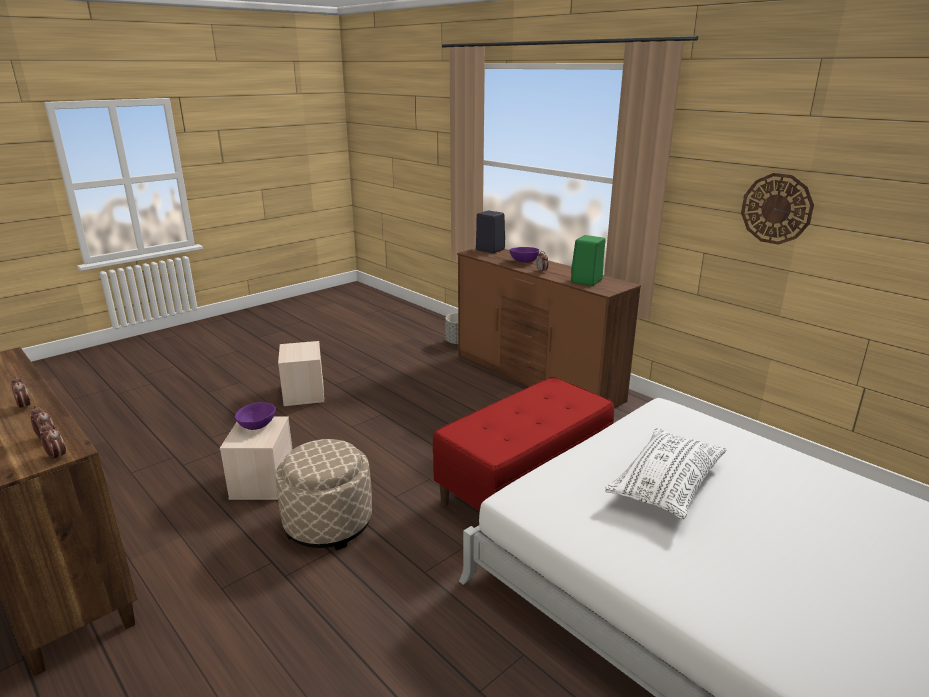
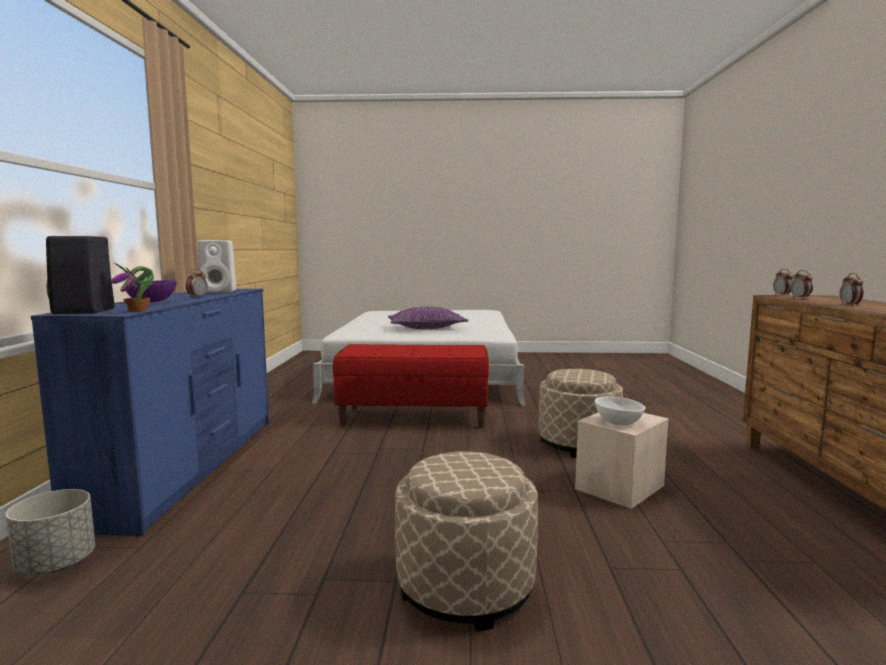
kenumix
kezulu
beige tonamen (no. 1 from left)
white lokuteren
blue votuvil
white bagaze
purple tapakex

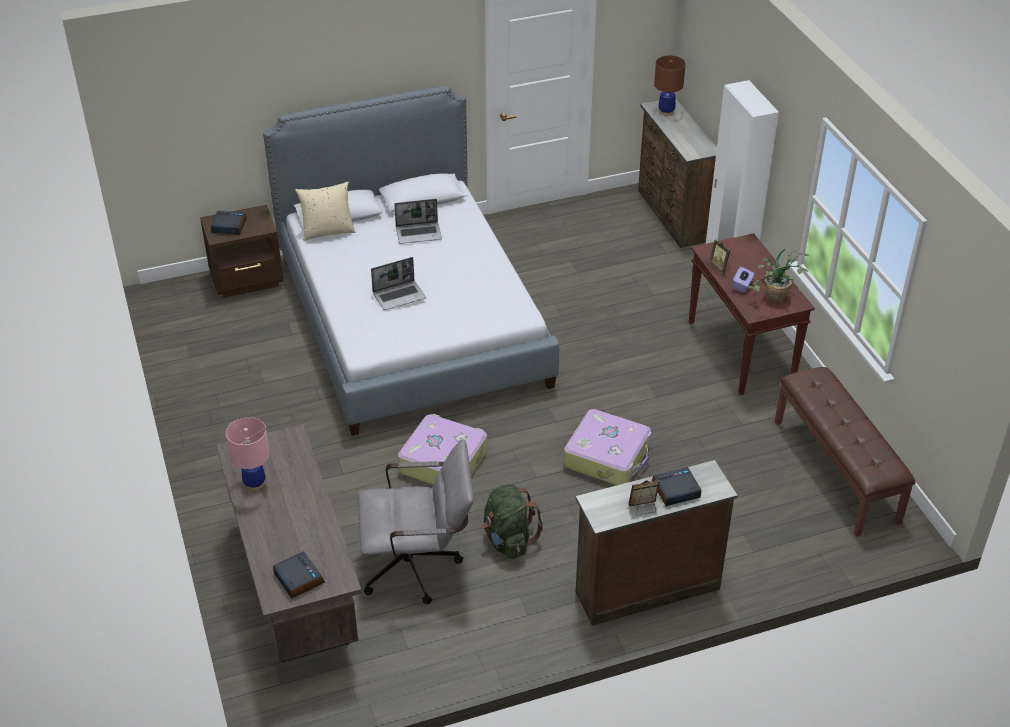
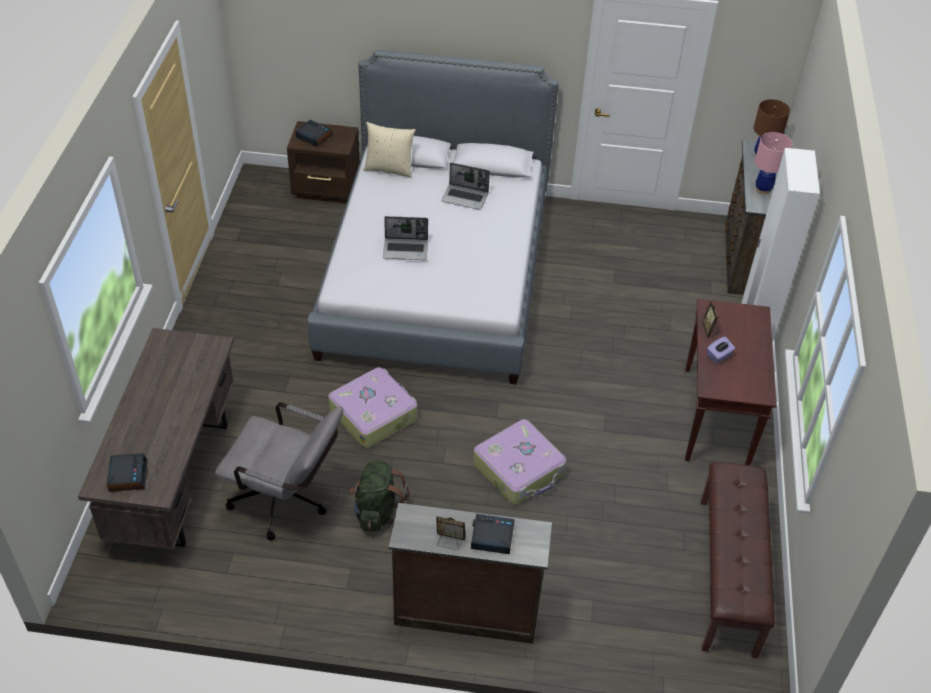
kezulu
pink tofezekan

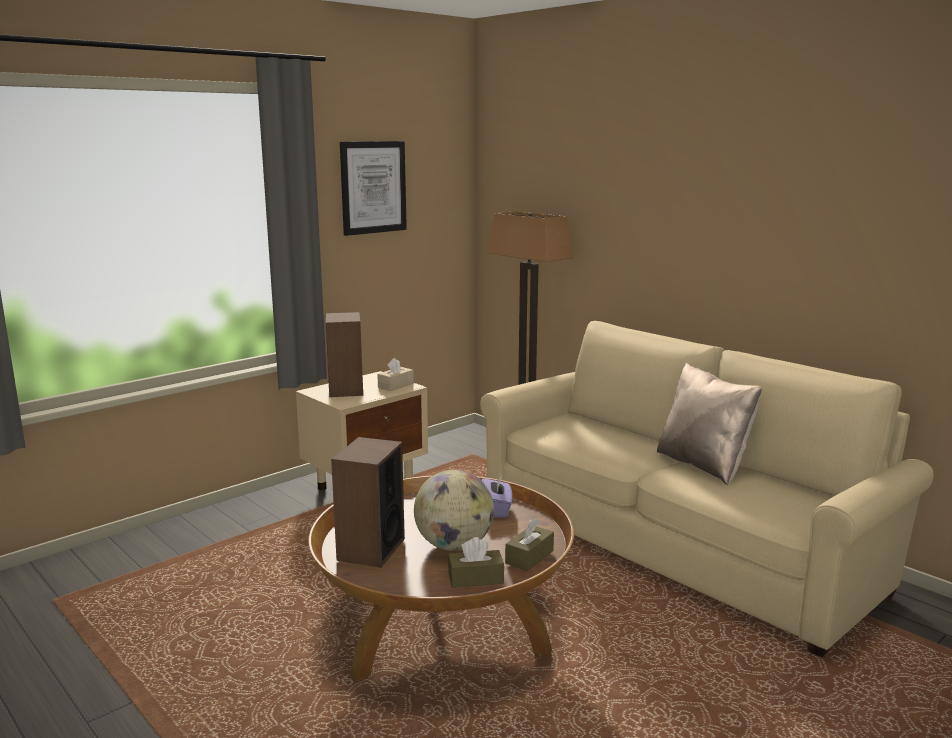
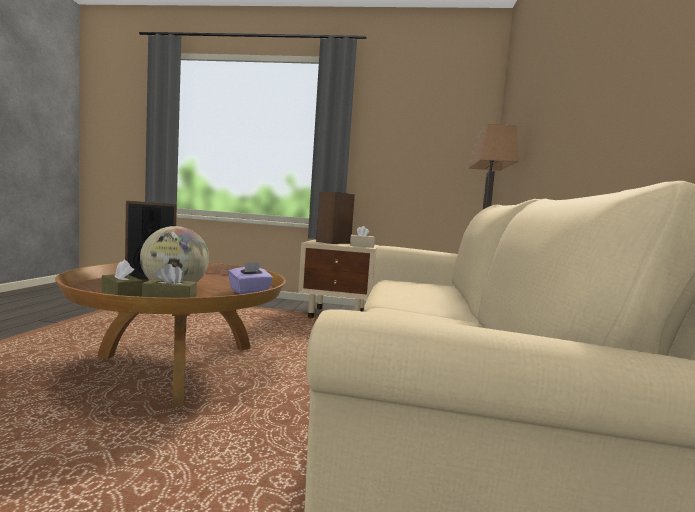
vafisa
beige tapakex

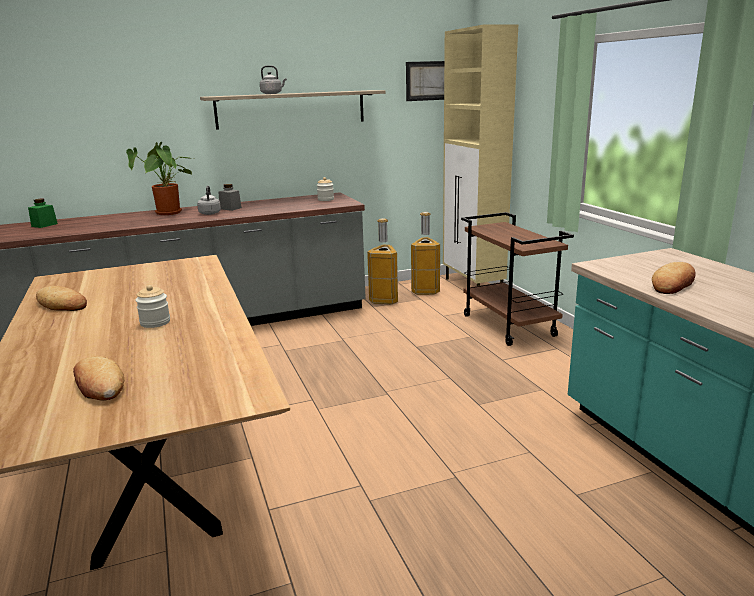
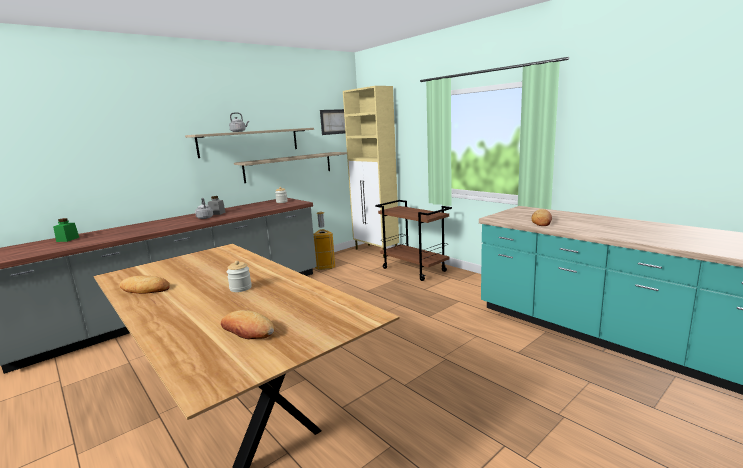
kezulu
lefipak (no. 2 from left in the first image)
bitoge (no. 2 from left)

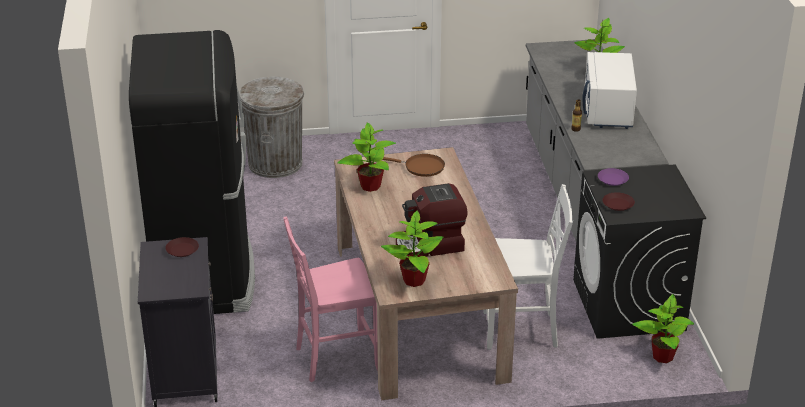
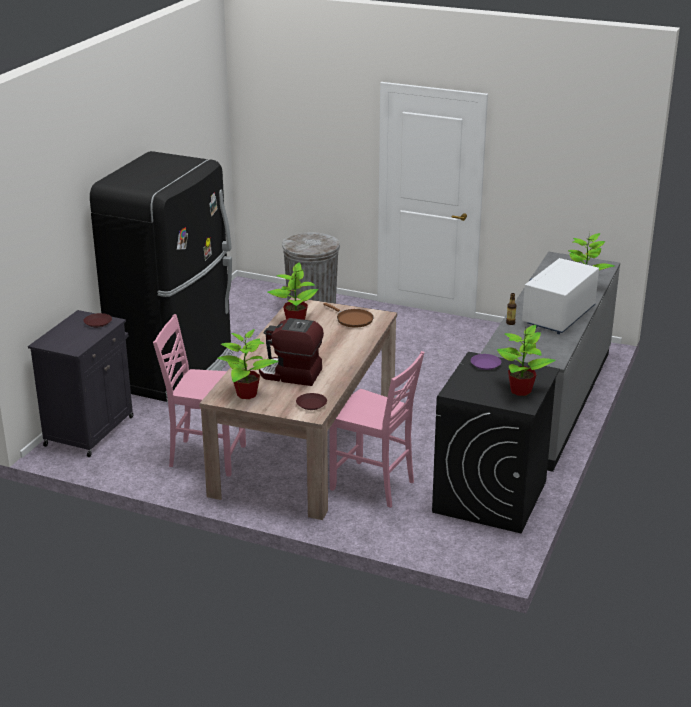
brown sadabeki (no. 2 from left)
kezulu (no. 3 from left)
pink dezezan (no. 2 from left)

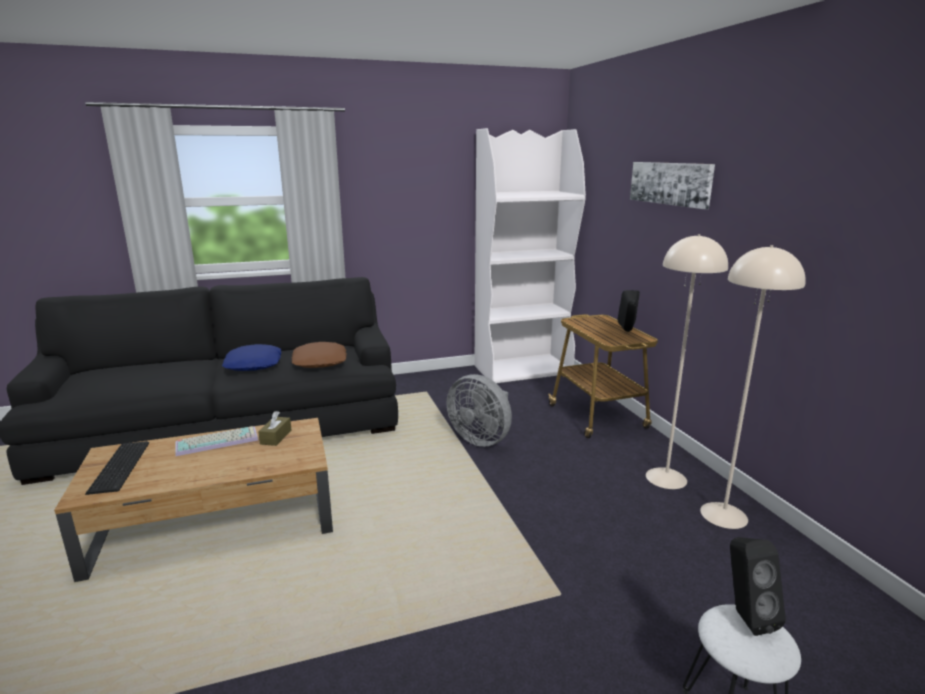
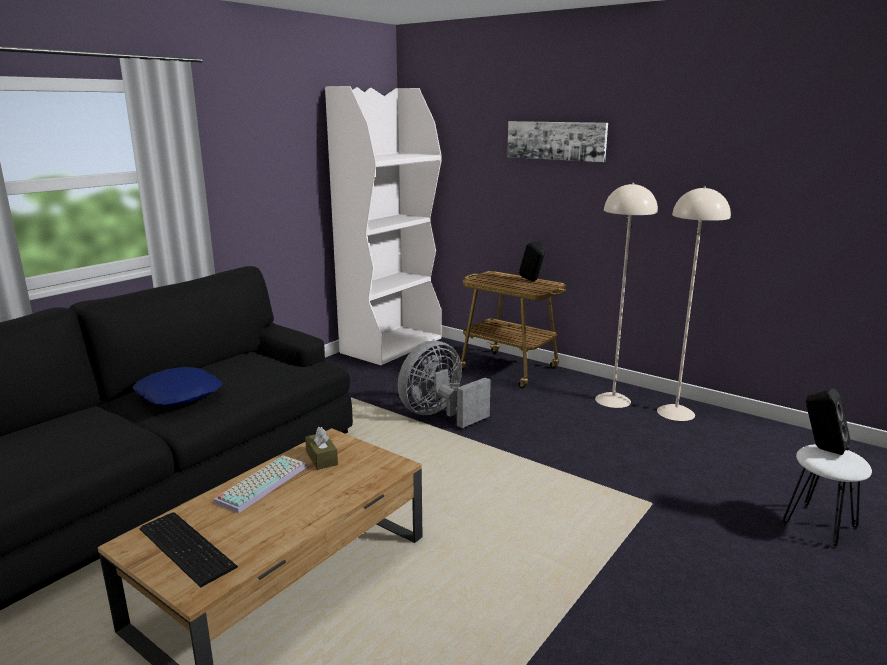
brown tapakex
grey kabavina

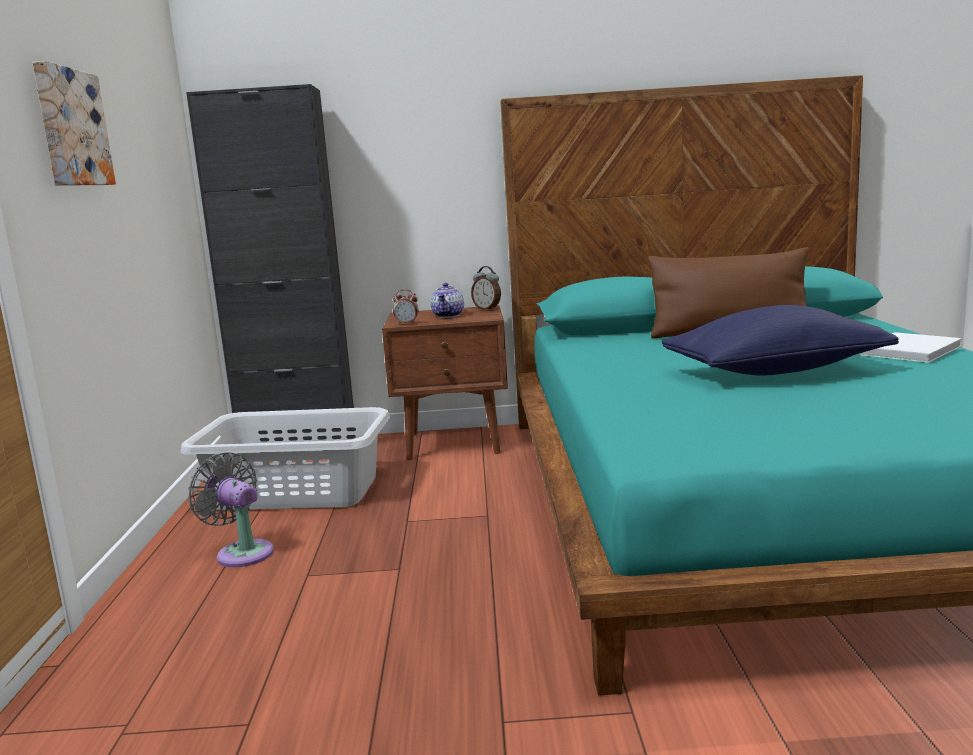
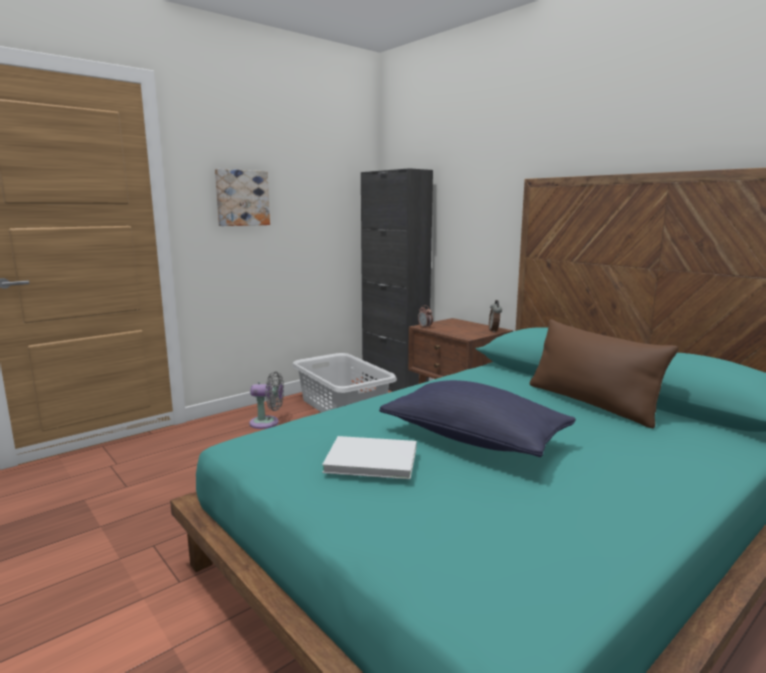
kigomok
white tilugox
grey kabavina

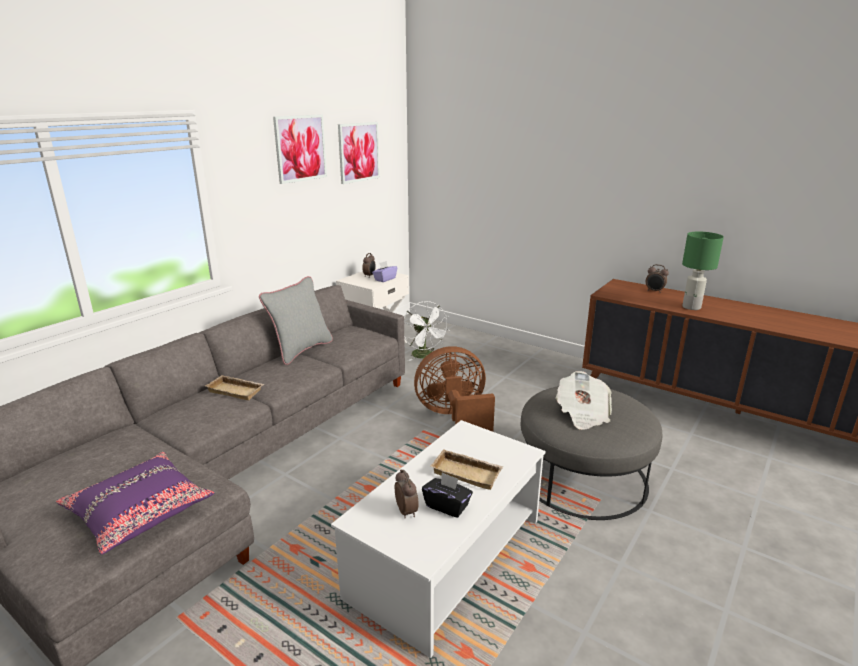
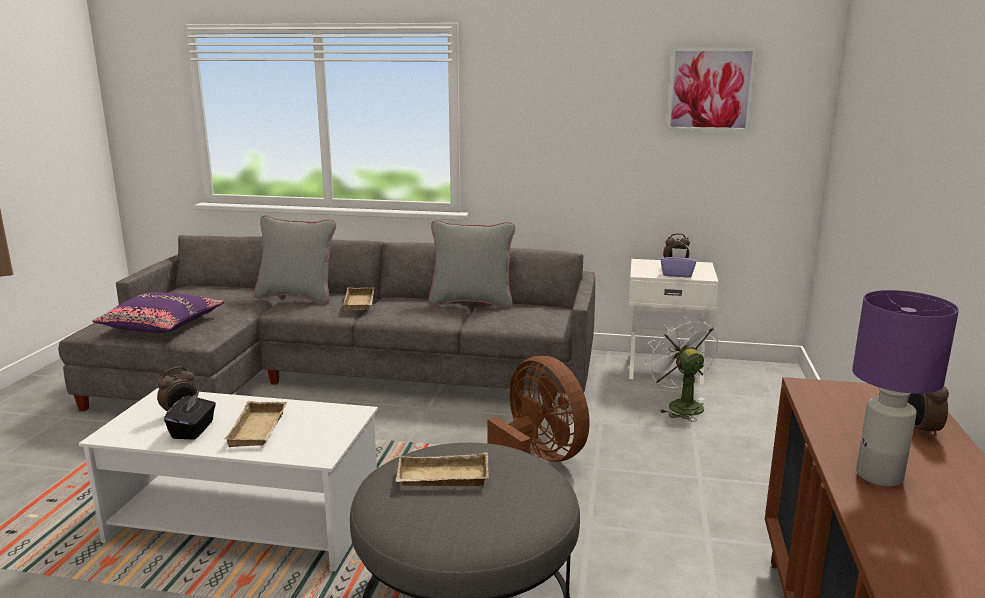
vafisa (no. 1 from left in the first image)
grey tapakex (no. 1 from left)
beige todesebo (no. 3 from left)
purple tofezekan
white kabavina

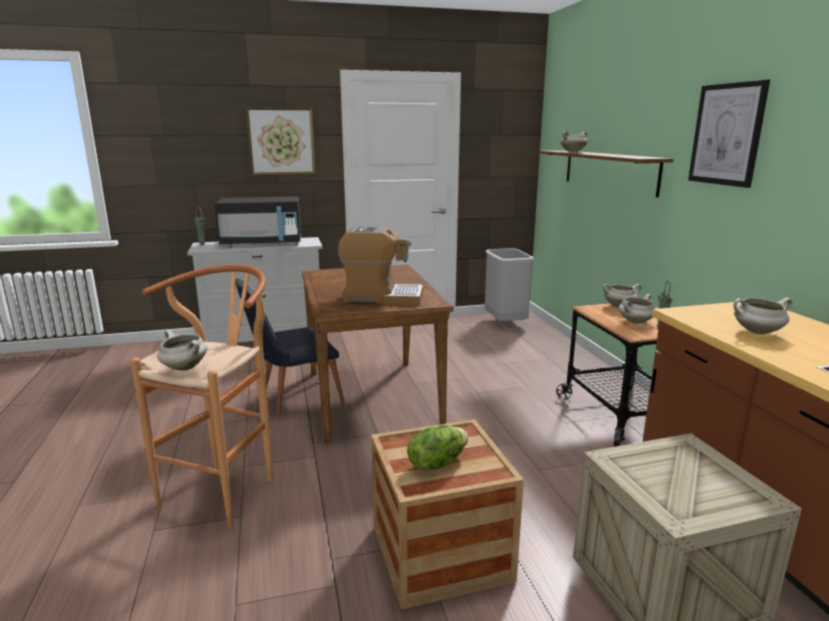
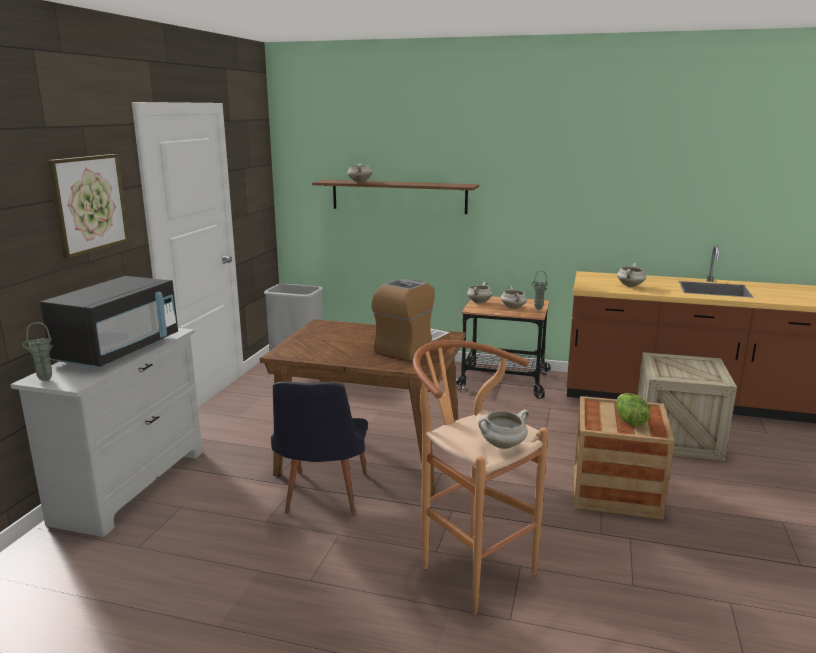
vafisa (no. 2 from left in the first image)

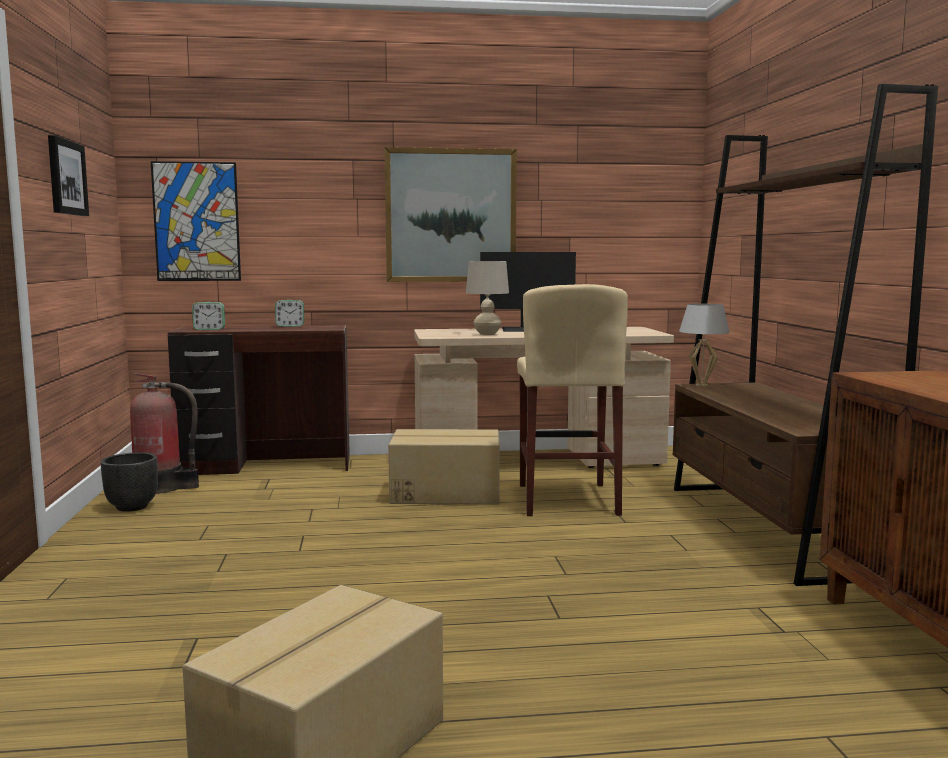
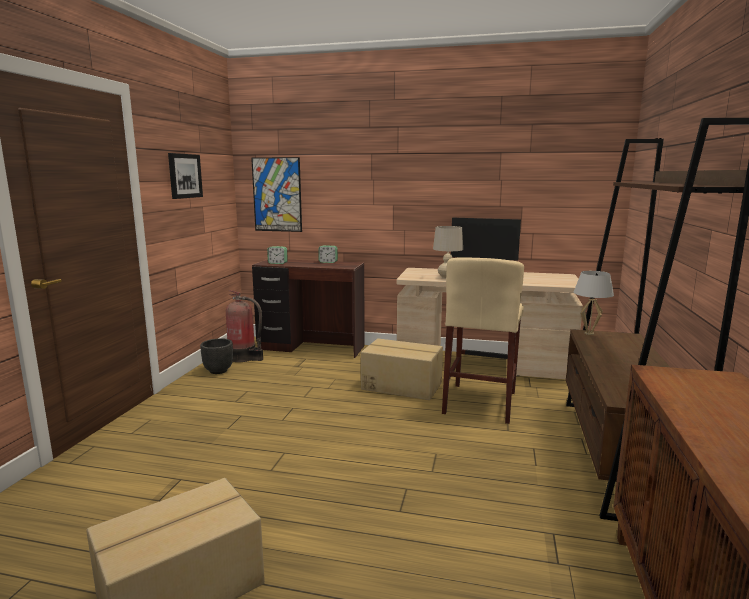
vafisa (no. 3 from left in the first image)

